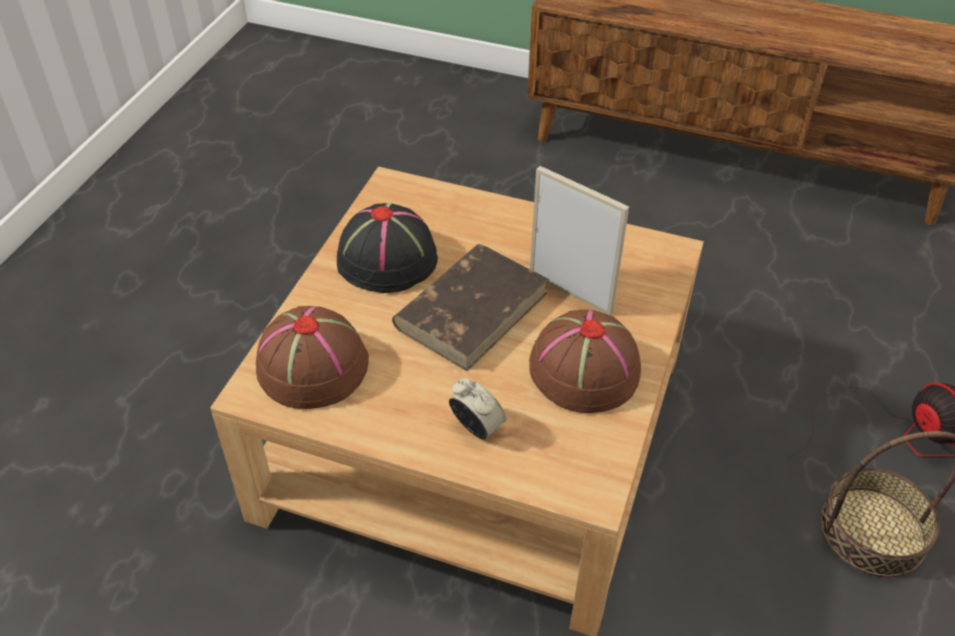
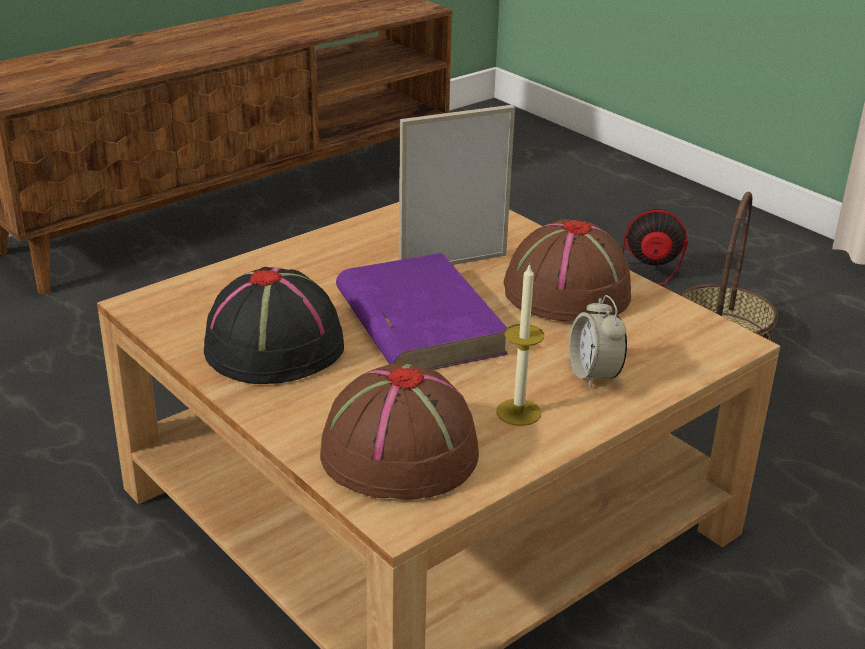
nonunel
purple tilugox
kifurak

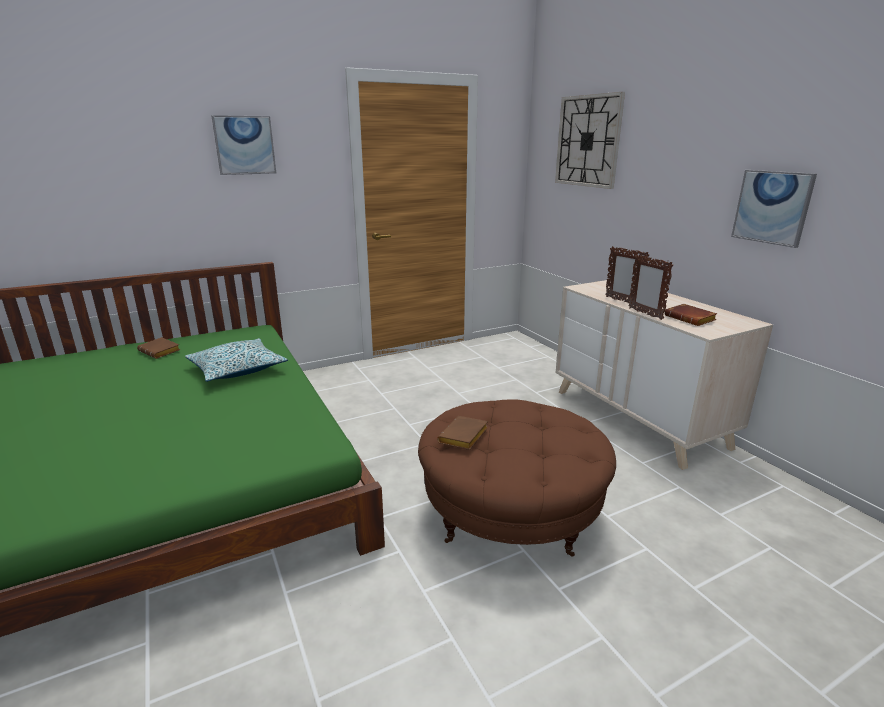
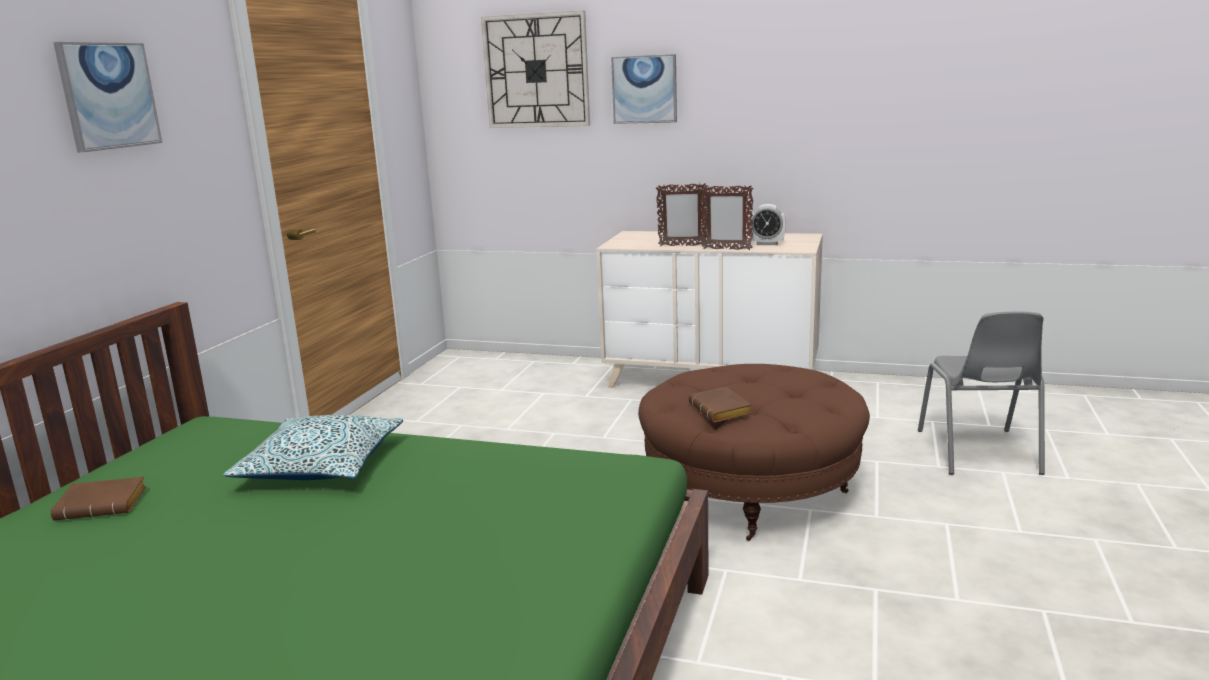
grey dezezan
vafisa (no. 2 from left)
kifurak

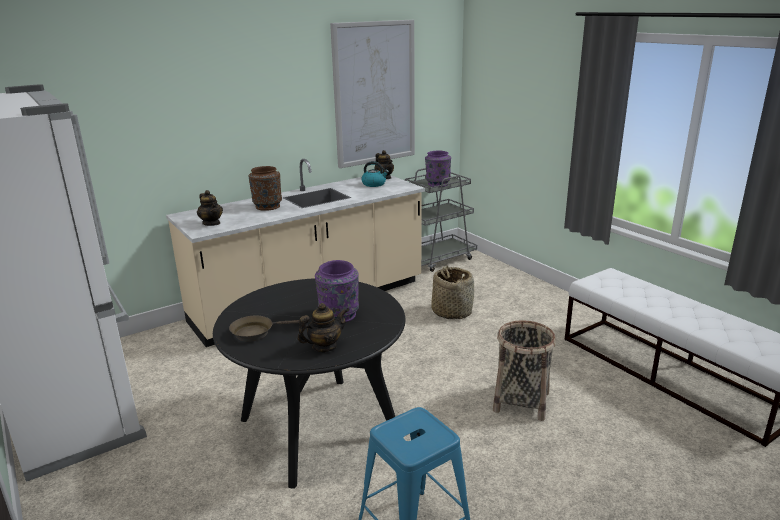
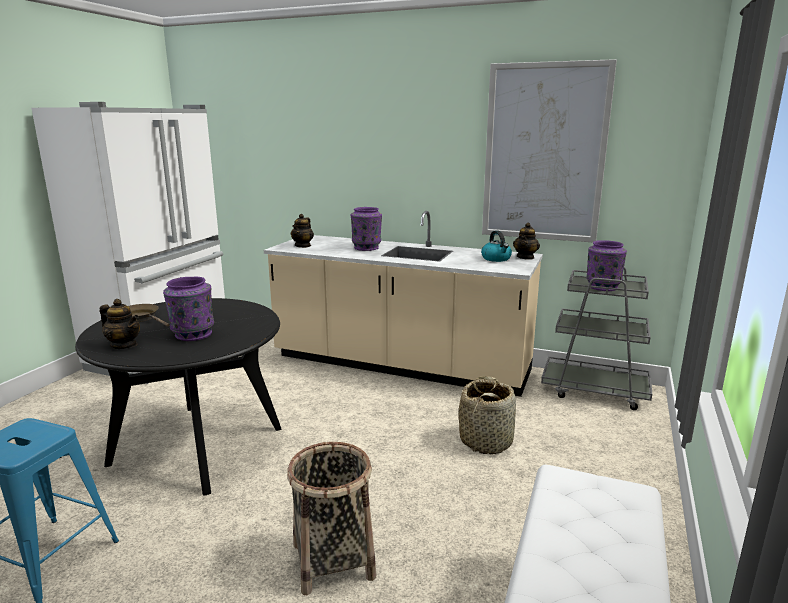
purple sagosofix (no. 2 from left)

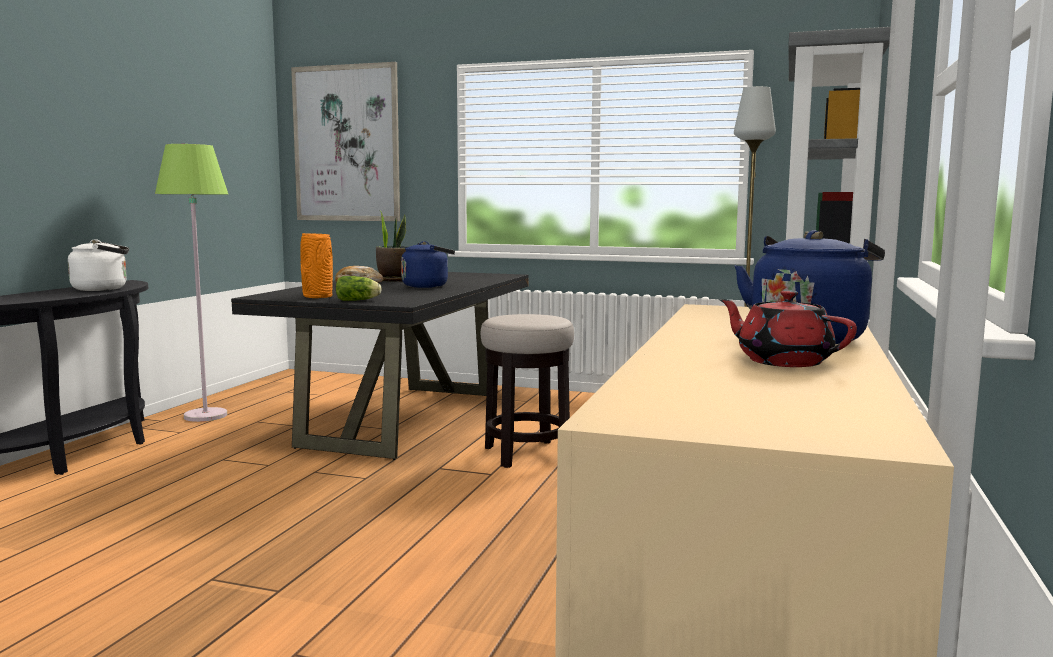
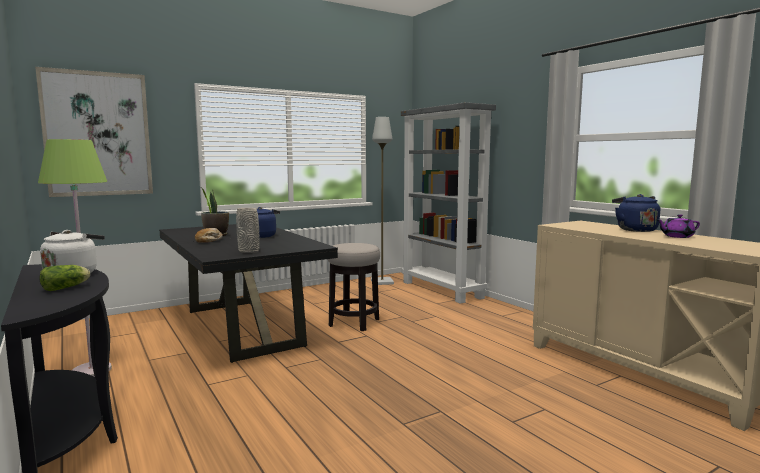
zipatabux
grey sagosofix
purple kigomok

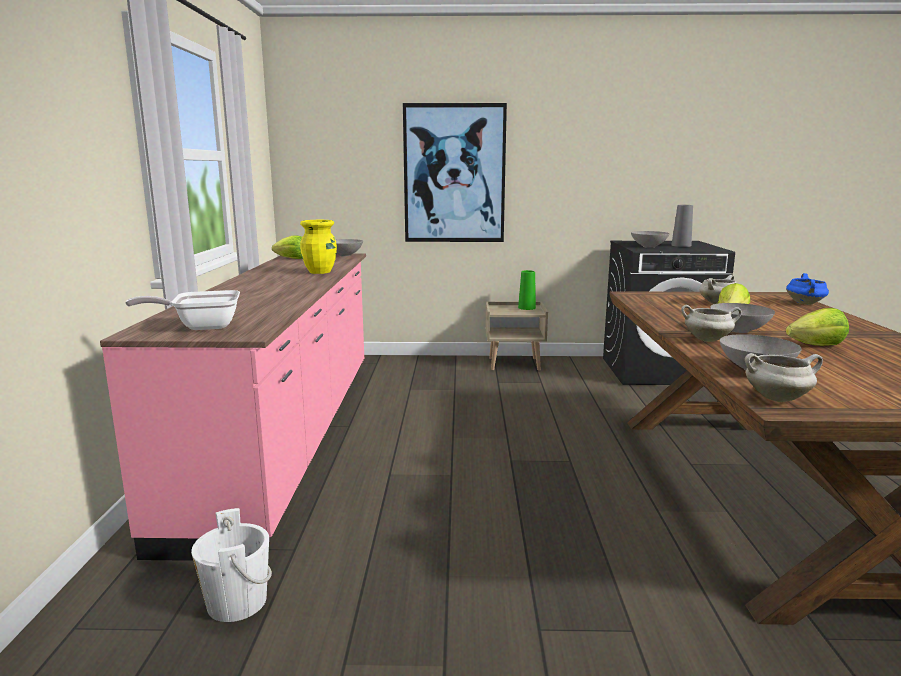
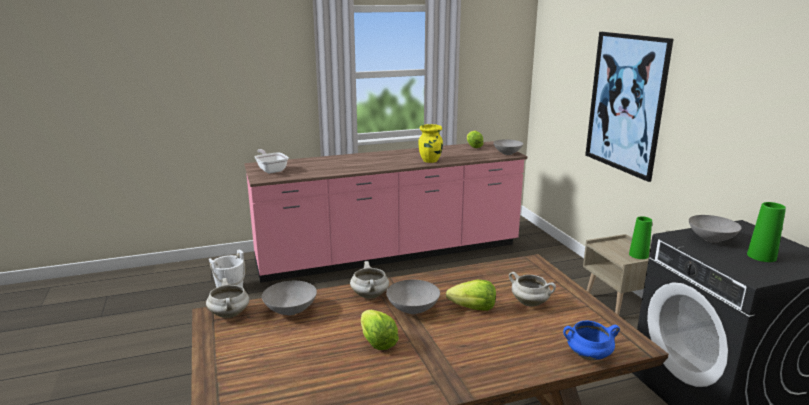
green sagosofix (no. 2 from left)

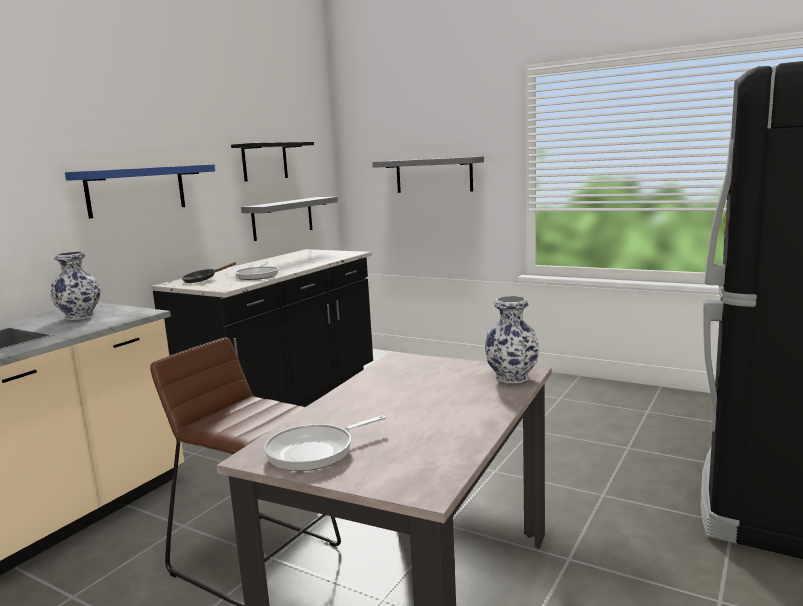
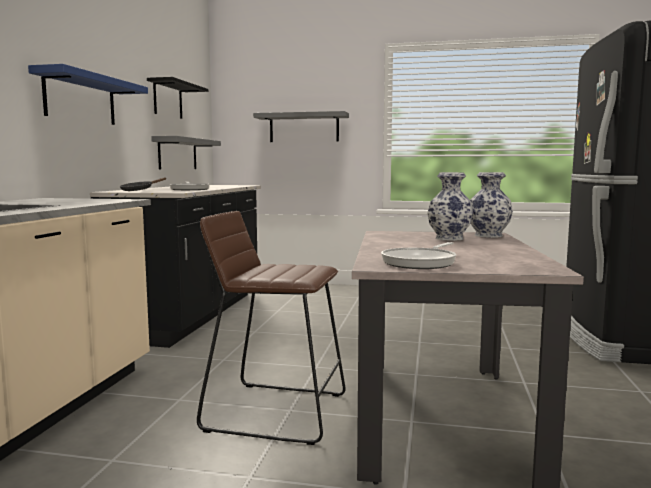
sagosofix (no. 1 from left)

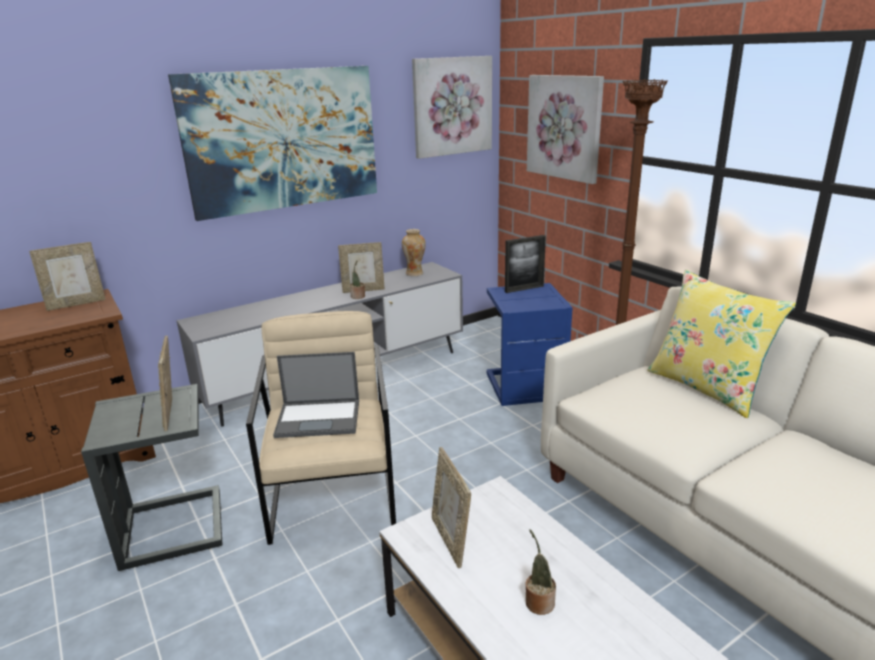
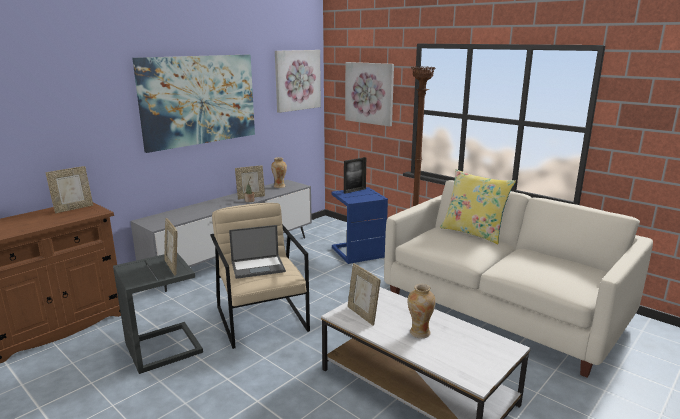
sagosofix (no. 2 from left)

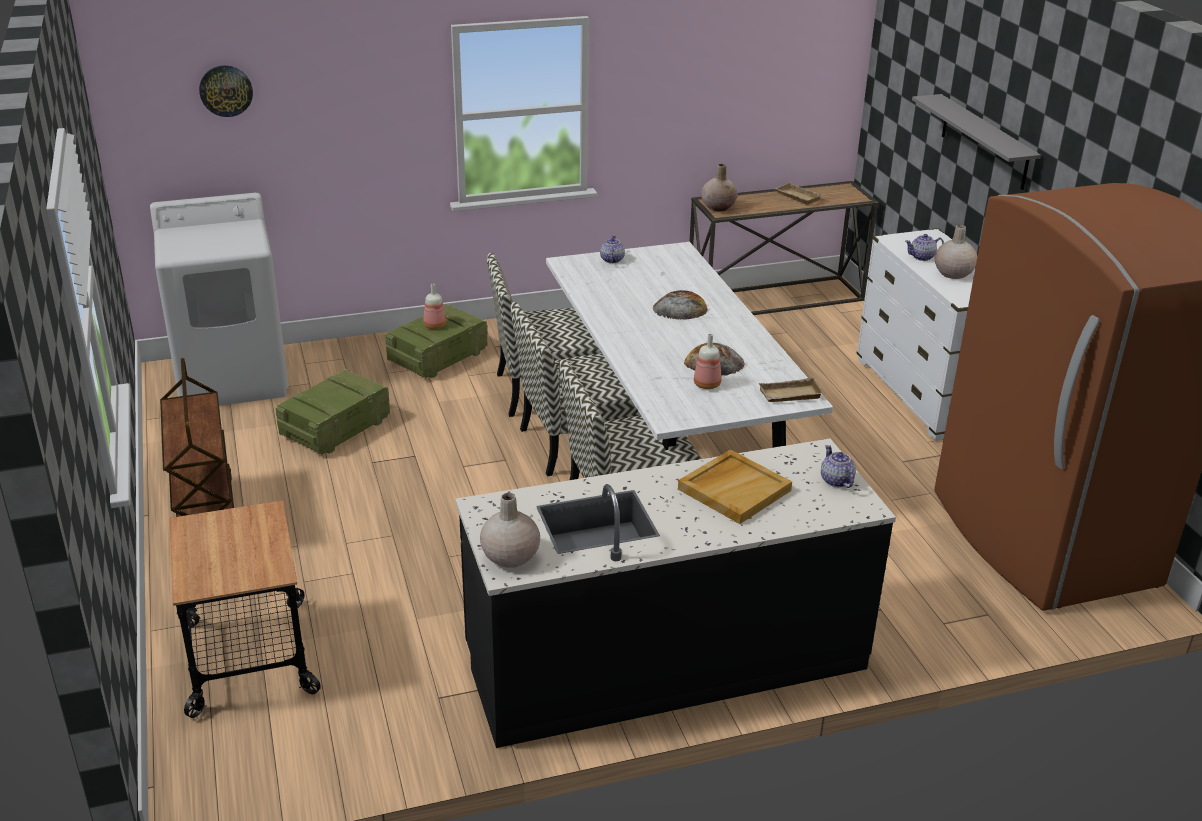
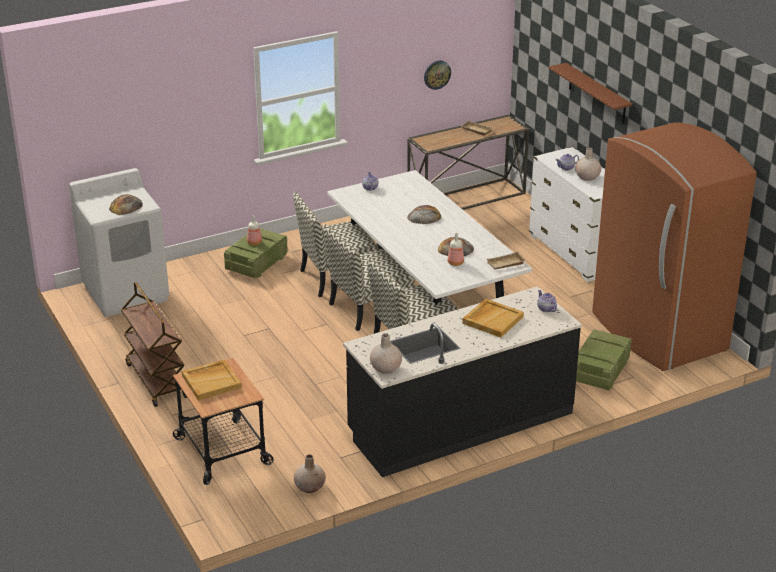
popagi (no. 1 from left)
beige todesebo (no. 1 from left)
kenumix
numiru (no. 2 from left)
beige sagosofix (no. 1 from left)
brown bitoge

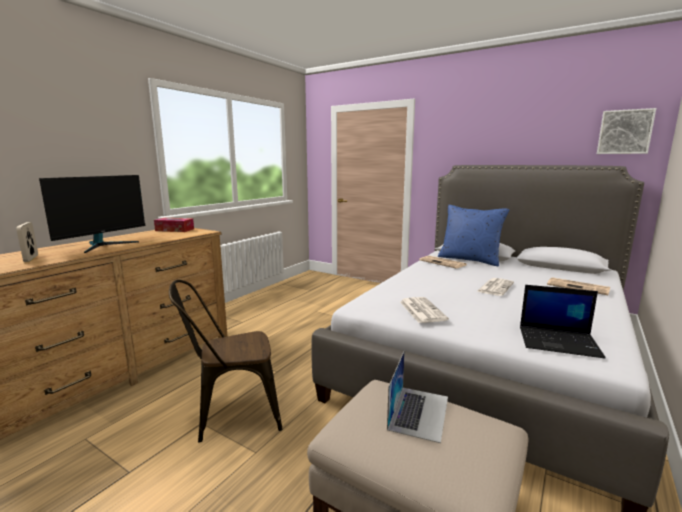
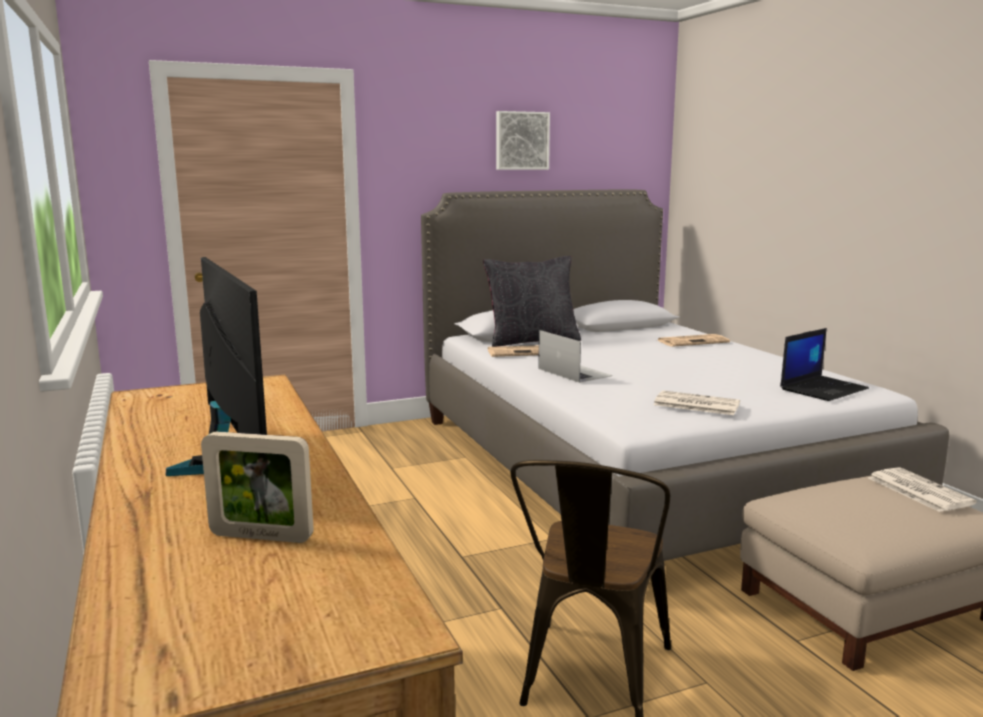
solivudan
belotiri (no. 1 from left)
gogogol (no. 4 from left)
vafisa
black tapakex

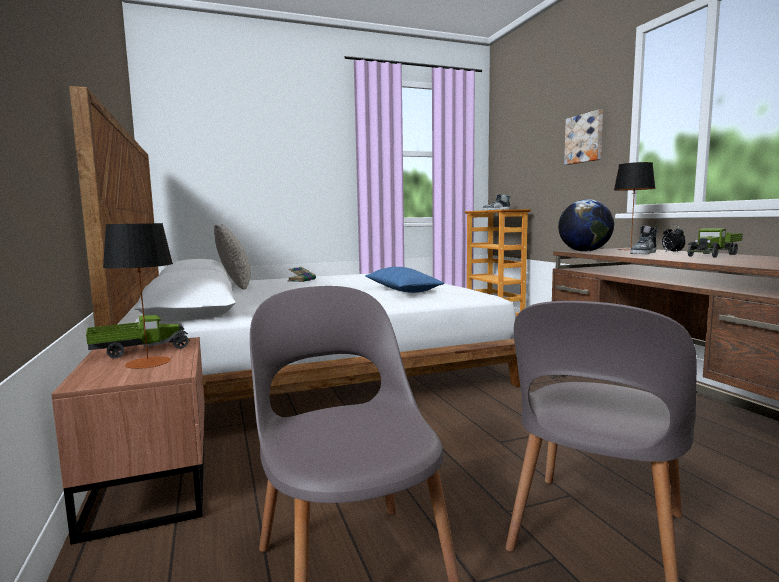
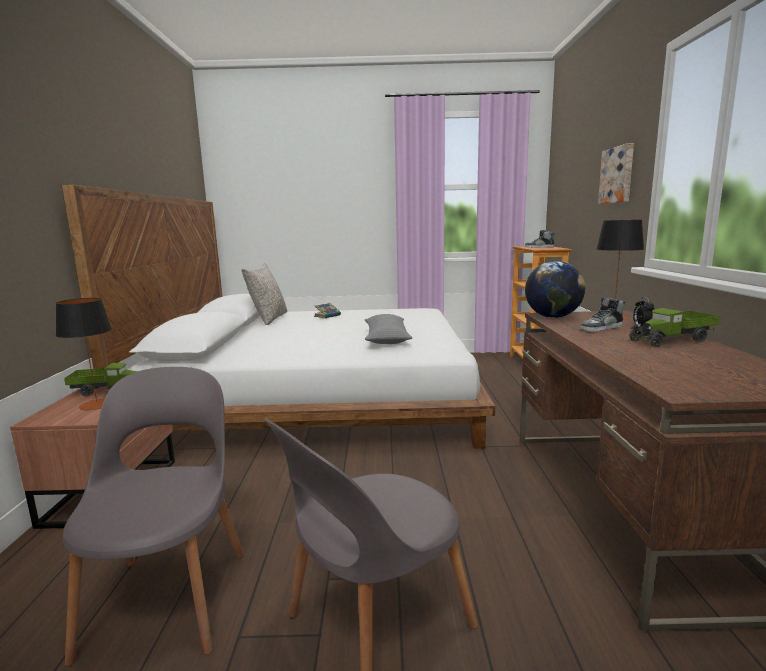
grey tapakex (no. 2 from left)

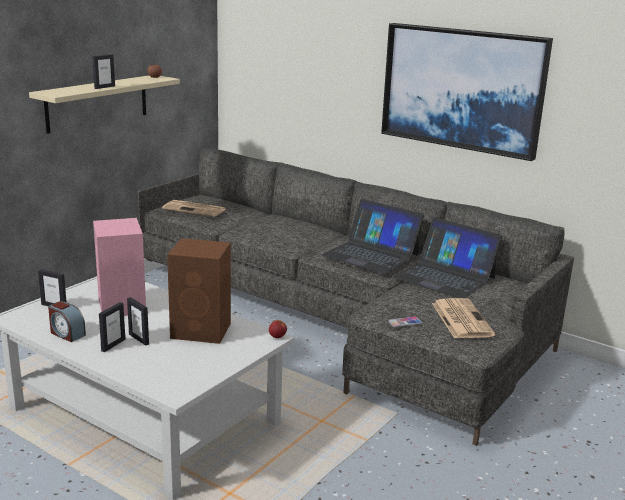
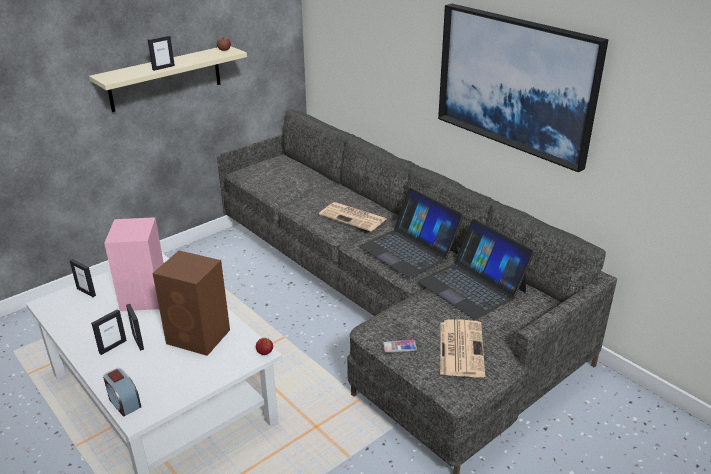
kifurak
gogogol (no. 1 from left)

